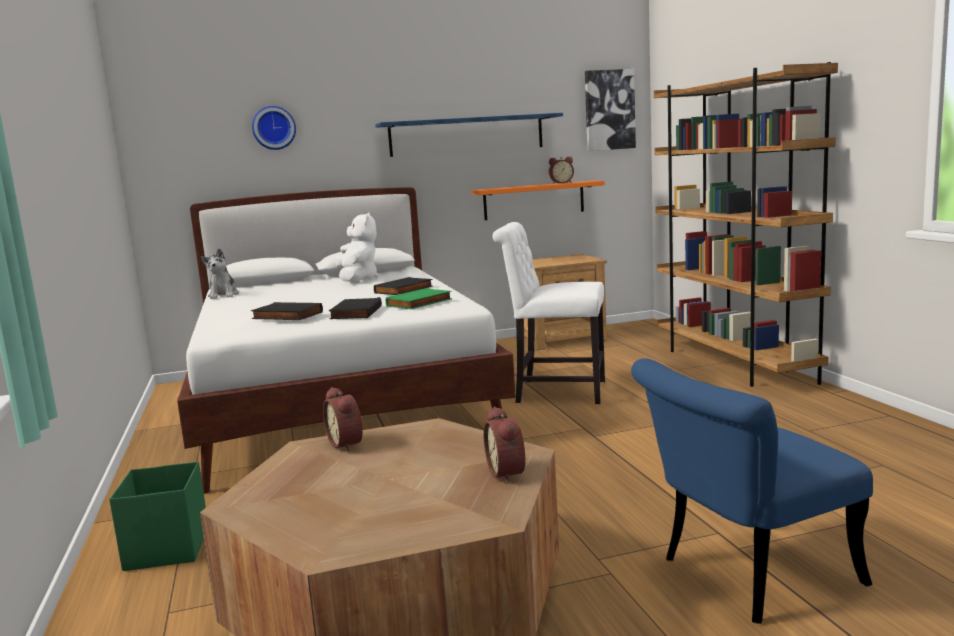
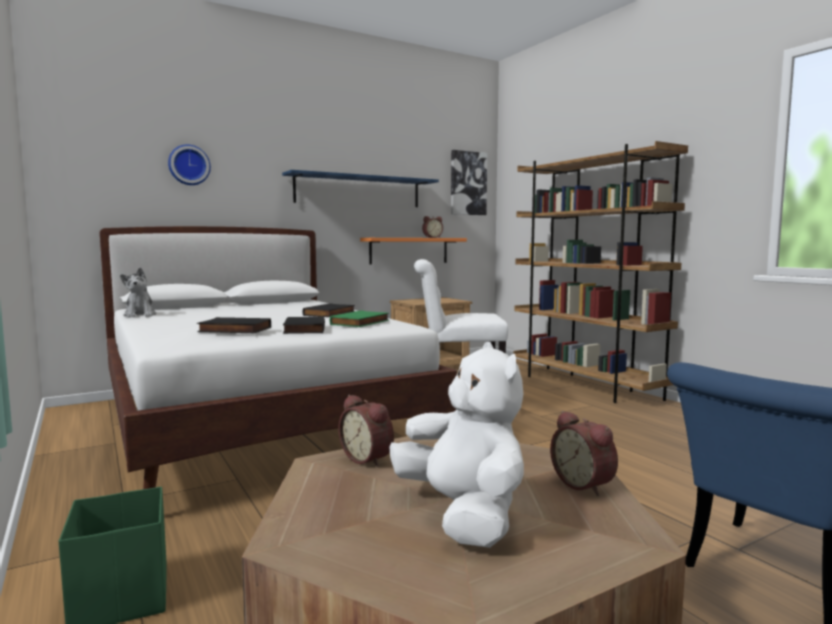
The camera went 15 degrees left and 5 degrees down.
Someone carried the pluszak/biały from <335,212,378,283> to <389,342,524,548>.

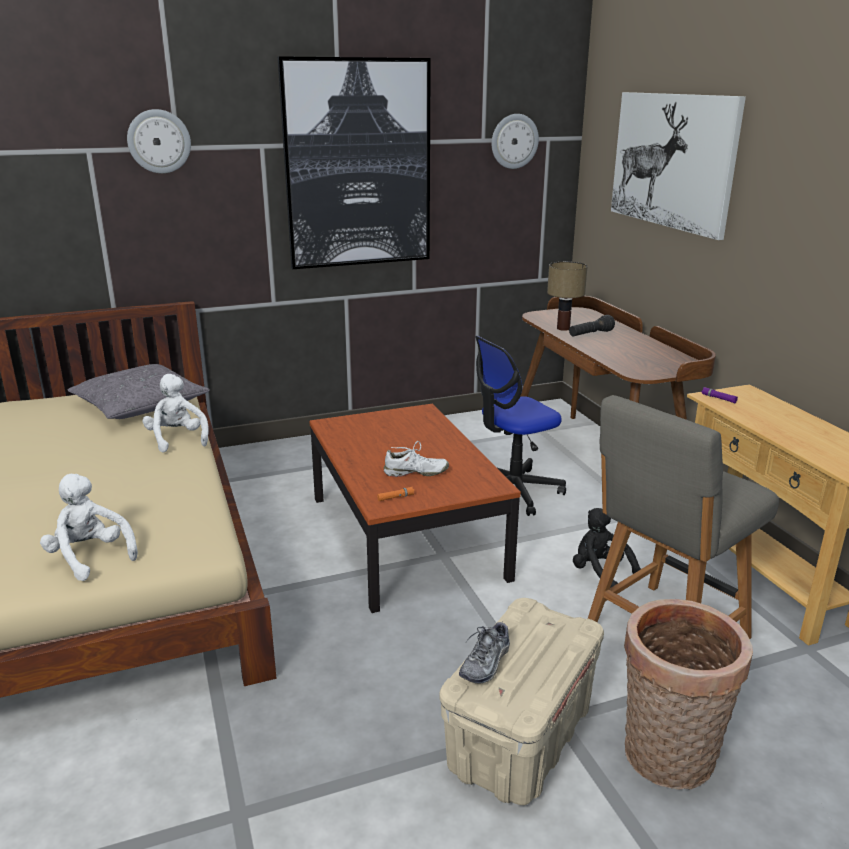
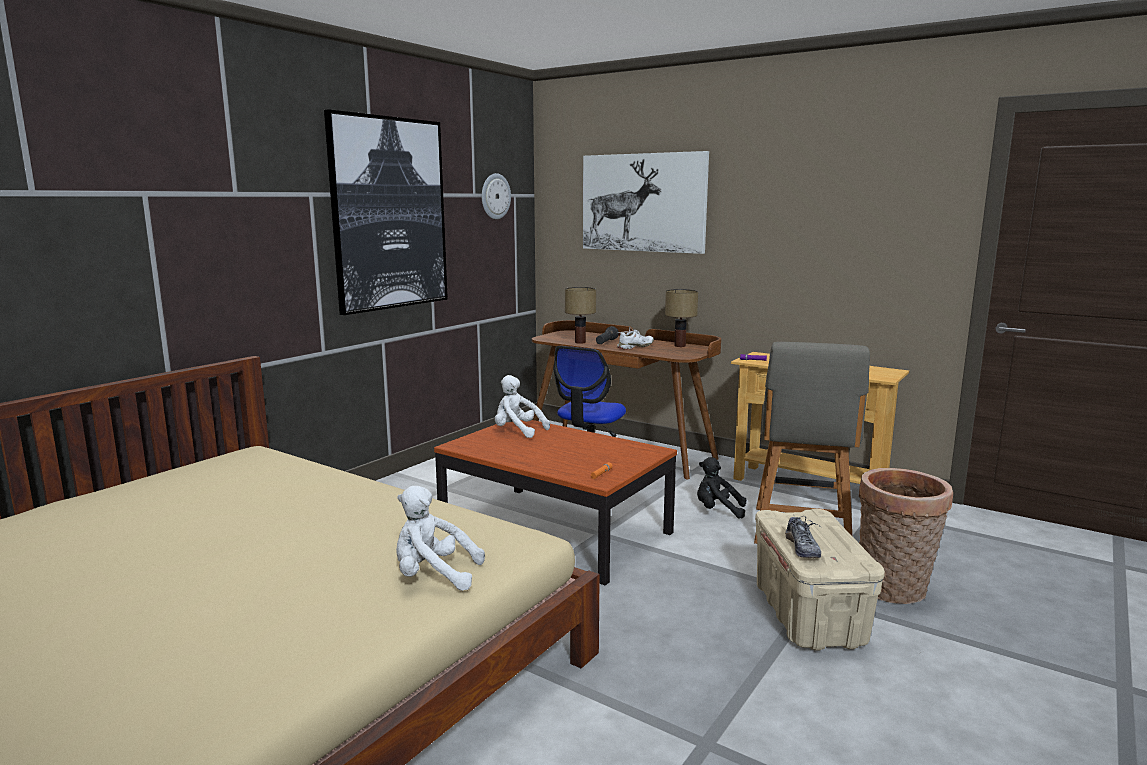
The camera went 35 degrees left and 10 degrees down.
Someone took away the poduszka/szary at <68,364,210,419>.
Someone took away the zegar ścienny at <127,109,191,173>.
Someone put down the lampa stołowa at <665,289,698,347>.
Someone carried the pluszak/biały from <143,374,209,453> to <495,375,550,438>.
Someone carried the but/biały from <383,441,449,477> to <617,327,654,350>.

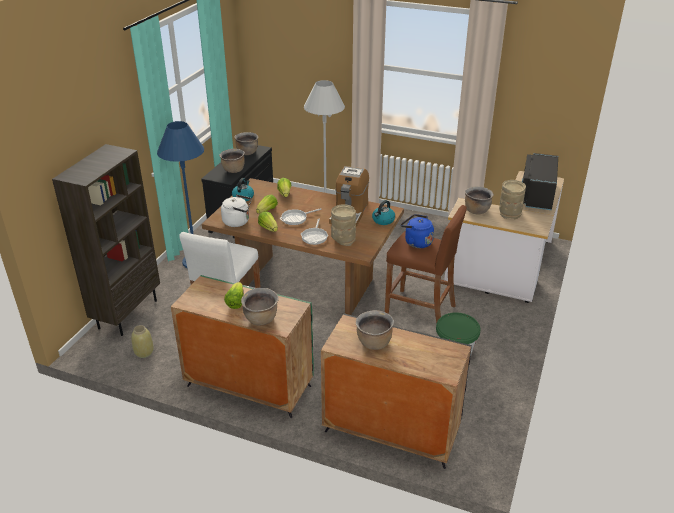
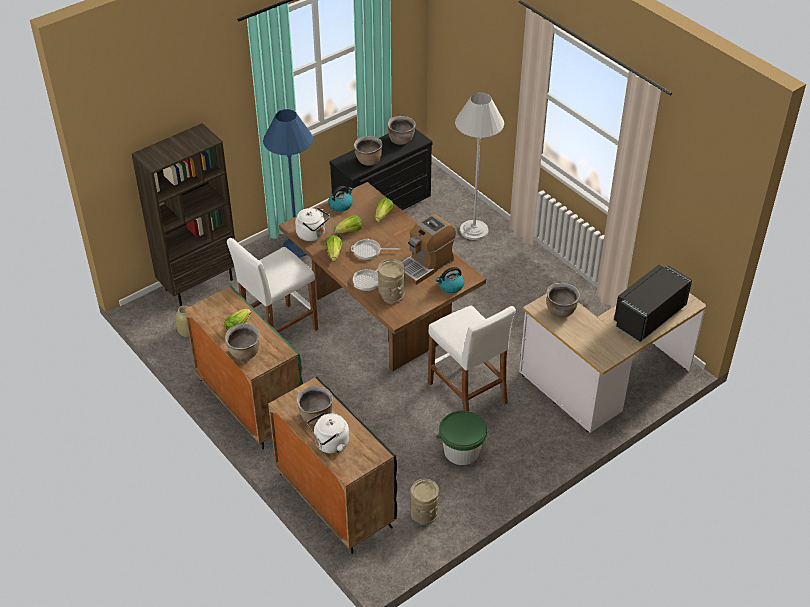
The camera went 30 degrees right and 10 degrees up.
Someone took away the czajnik/niebieski at <401,214,434,248>.
Someone put down the czajnik/biały at <307,412,349,454>.
Someone carried the wazon/beżowy from <499,180,526,219> to <411,479,439,525>.
Someone repainted the stołek/brązowy at <385,205,467,323>, which became the stołek/biały at <428,306,516,411>.

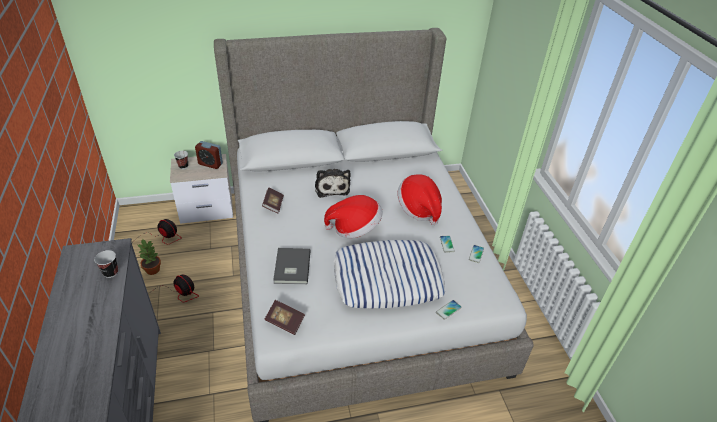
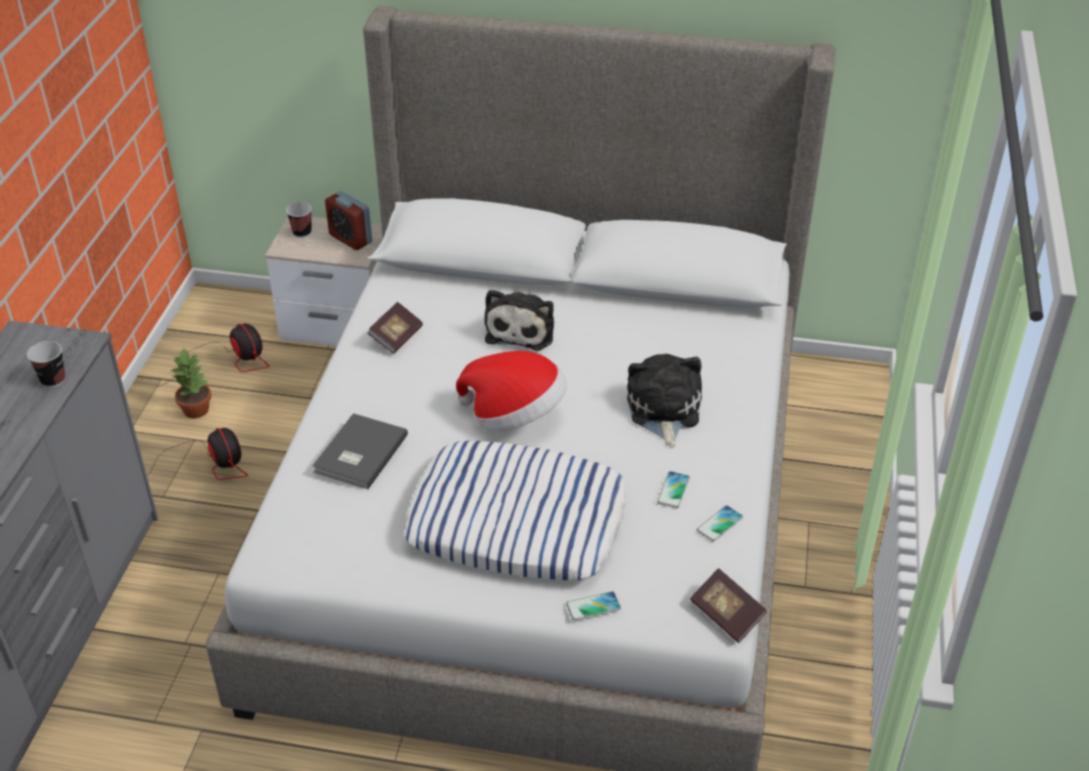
The camera went 25 degrees right and 0 degrees up.
Someone carried the książka from <264,300,305,335> to <690,568,767,643>.
Someone swapped the kapelusz at <397,174,442,225> for the pluszak at <627,354,702,448>.

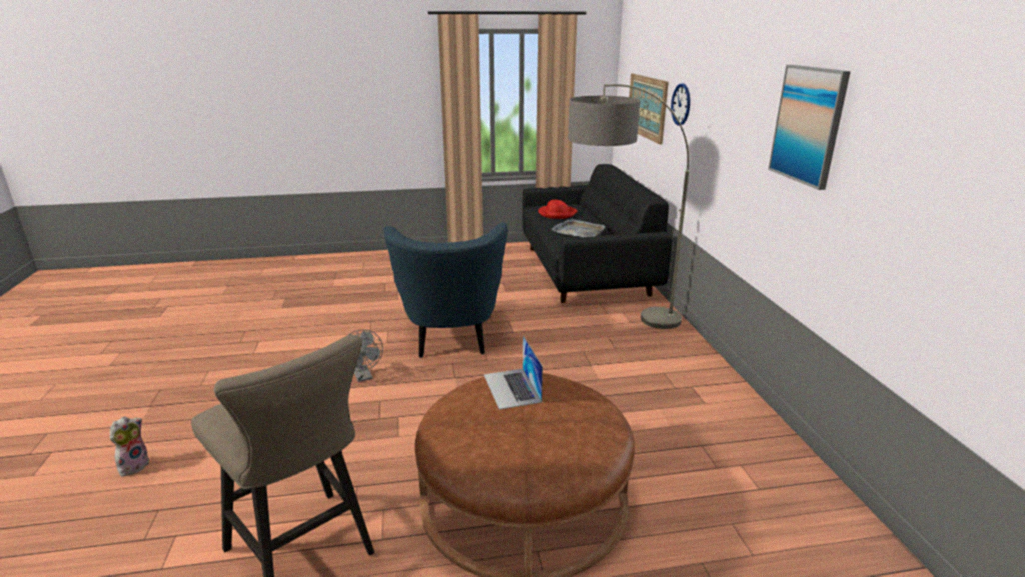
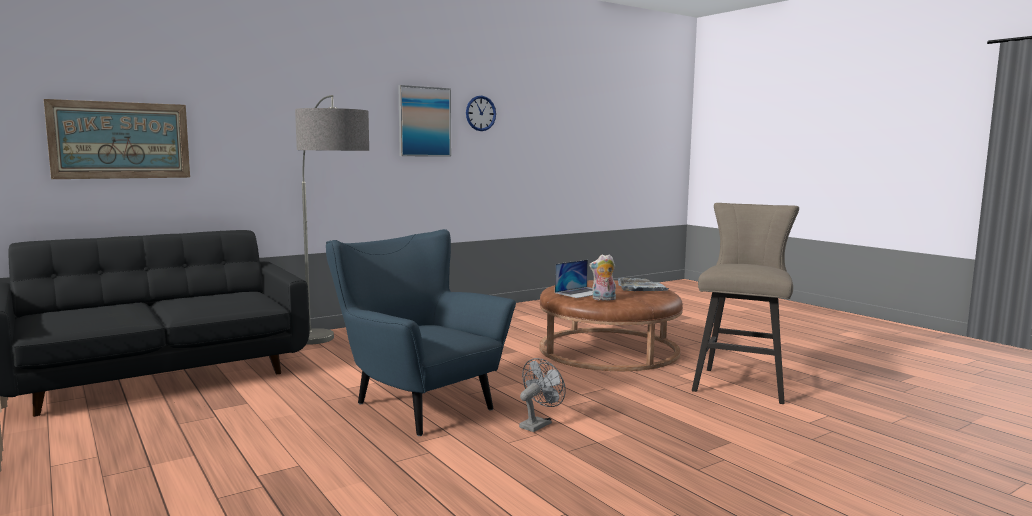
The camera went 115 degrees left and 15 degrees down.
Someone took away the kapelusz/czerwony at <538,200,578,219>.
Someone carried the pluszak from <110,416,149,477> to <589,254,616,301>.
Someone carried the taca/szary from <552,219,606,237> to <618,278,669,291>.
Someone carried the zegar ścienny from <671,84,690,126> to <466,96,496,131>.
Someone rotated the fotel/niebieski at <384,222,508,358> by 105 degrees counterclockwise.

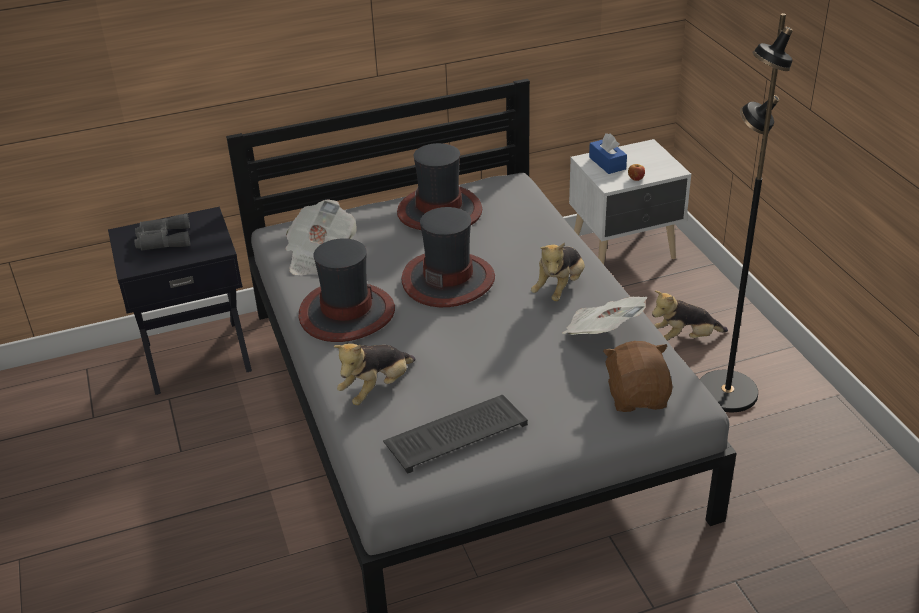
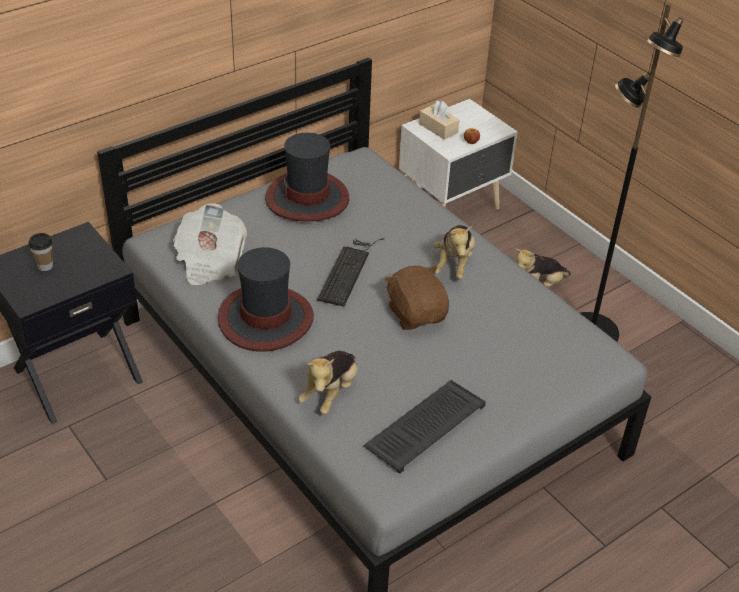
The camera went 20 degrees left and 5 degrees up.
Someone took away the gazeta at <562,297,648,335>.
Someone carried the pluszak/brązowy from <603,341,673,412> to <385,265,449,330>.
Someone swapped the lornetka/szary at <134,214,190,251> for the filiżanka at <28,233,53,271>.
Someone swapped the kapelusz at <401,207,495,307> for the klawiatura at <317,238,384,306>.
Someone repainted the pudełko chusteczek/niebieski at <589,133,627,174>, which became the pudełko chusteczek/beżowy at <419,101,459,140>.

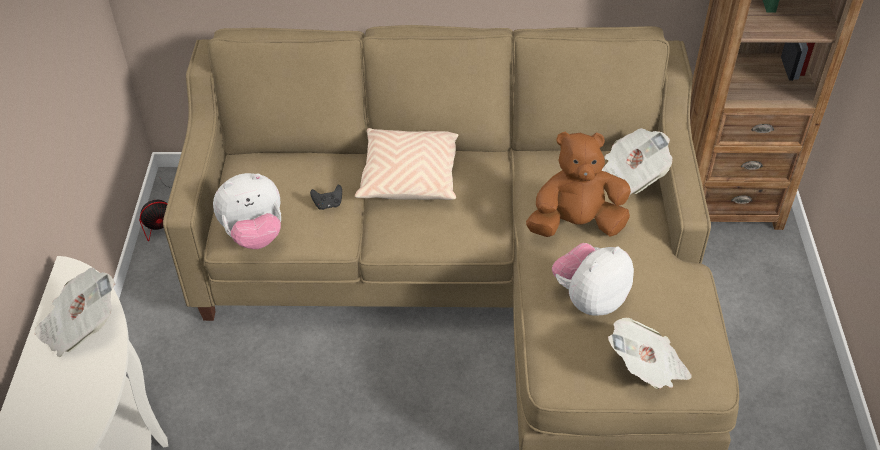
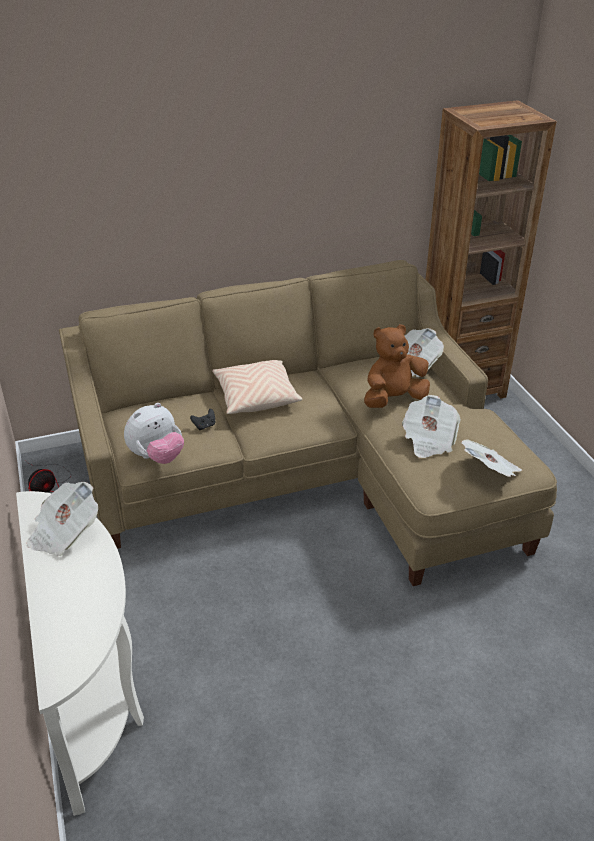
The camera went 20 degrees left and 10 degrees down.
Someone swapped the pluszak at <552,243,634,316> for the gazeta at <402,395,461,458>.

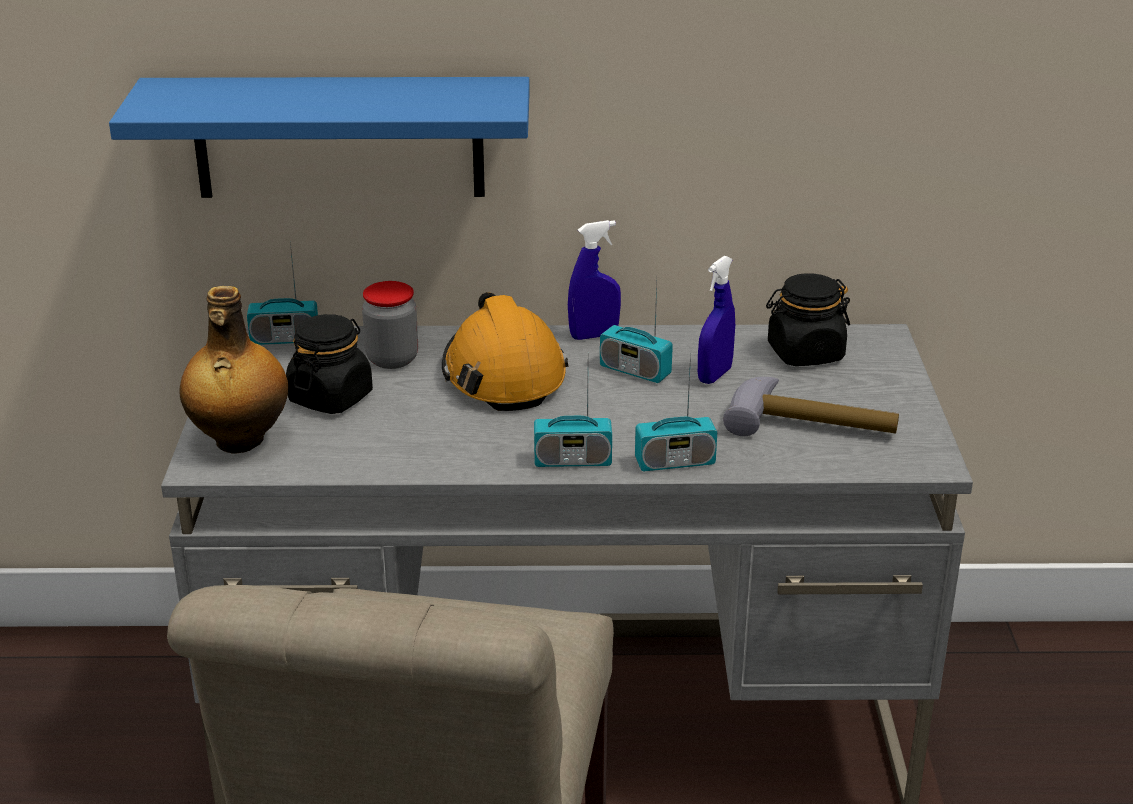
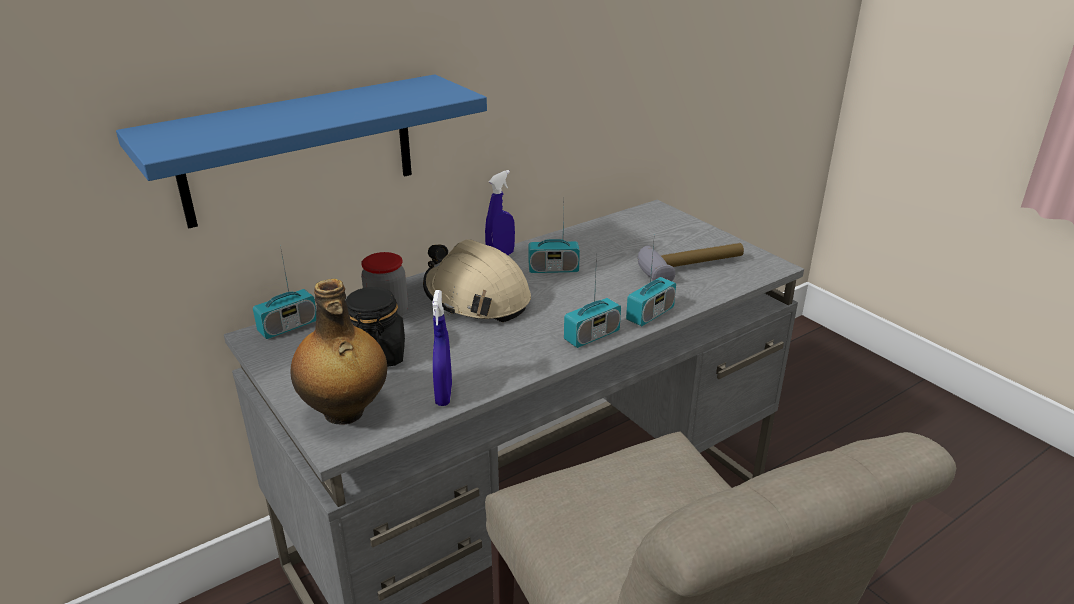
The camera went 35 degrees left and 0 degrees up.
Someone took away the słoik/czarny at <766,273,850,366>.
Someone carried the spryskiwacz/niebieski from <698,256,735,384> to <432,290,452,406>.
Someone repainted the kask/pomarańczowy at <442,292,569,411>, which became the kask/beżowy at <423,239,531,322>.

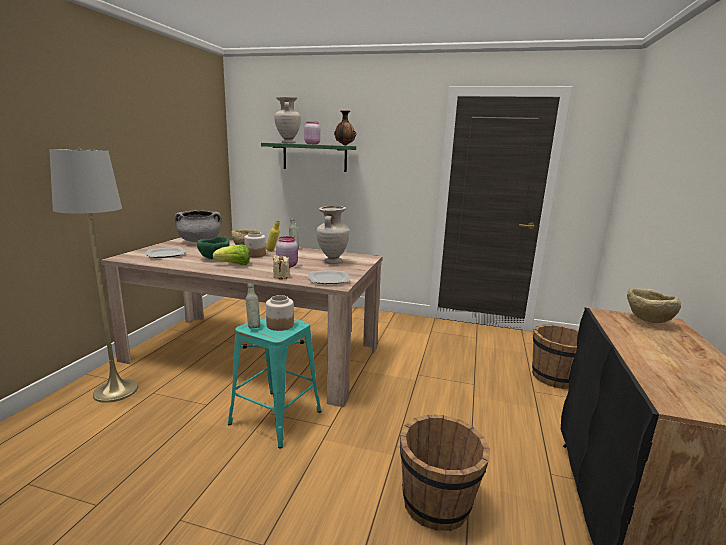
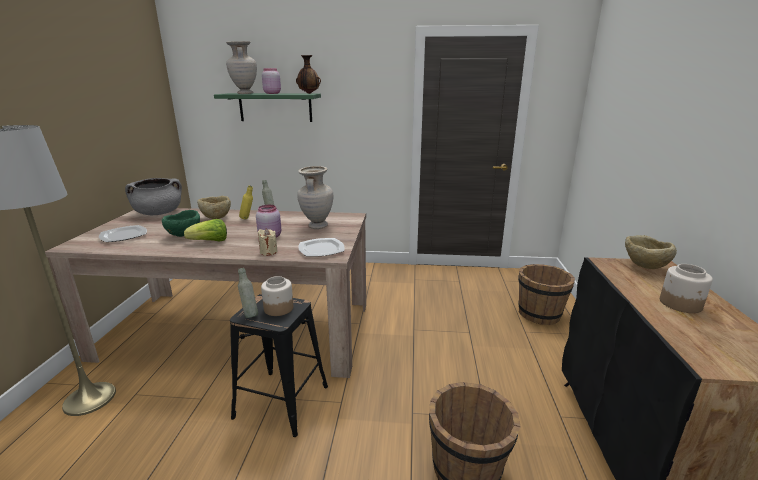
The camera went 10 degrees left and 5 degrees up.
Someone carried the słoik from <244,232,266,257> to <660,264,713,313>.
Someone repainted the stołek/turkusowy at <228,314,321,449>, which became the stołek/czarny at <230,294,328,437>.

